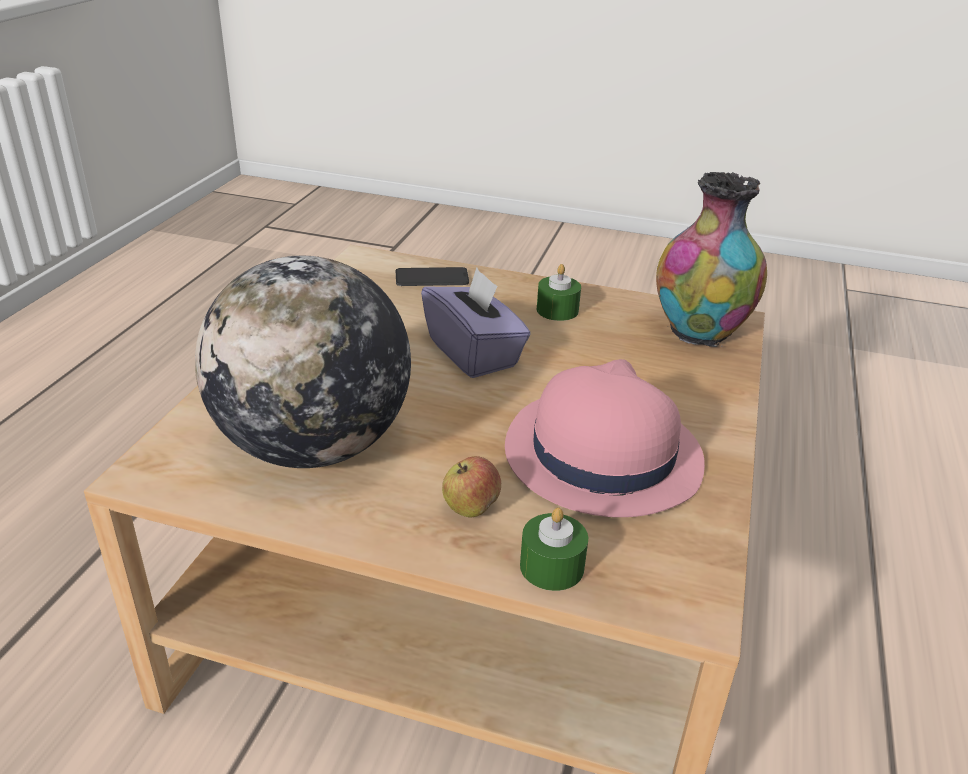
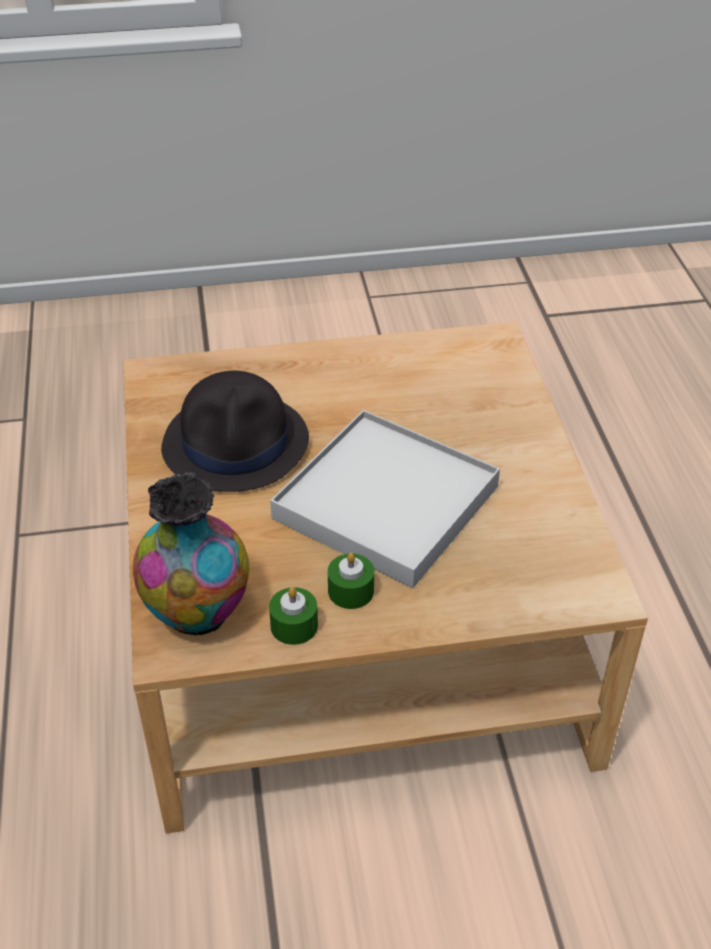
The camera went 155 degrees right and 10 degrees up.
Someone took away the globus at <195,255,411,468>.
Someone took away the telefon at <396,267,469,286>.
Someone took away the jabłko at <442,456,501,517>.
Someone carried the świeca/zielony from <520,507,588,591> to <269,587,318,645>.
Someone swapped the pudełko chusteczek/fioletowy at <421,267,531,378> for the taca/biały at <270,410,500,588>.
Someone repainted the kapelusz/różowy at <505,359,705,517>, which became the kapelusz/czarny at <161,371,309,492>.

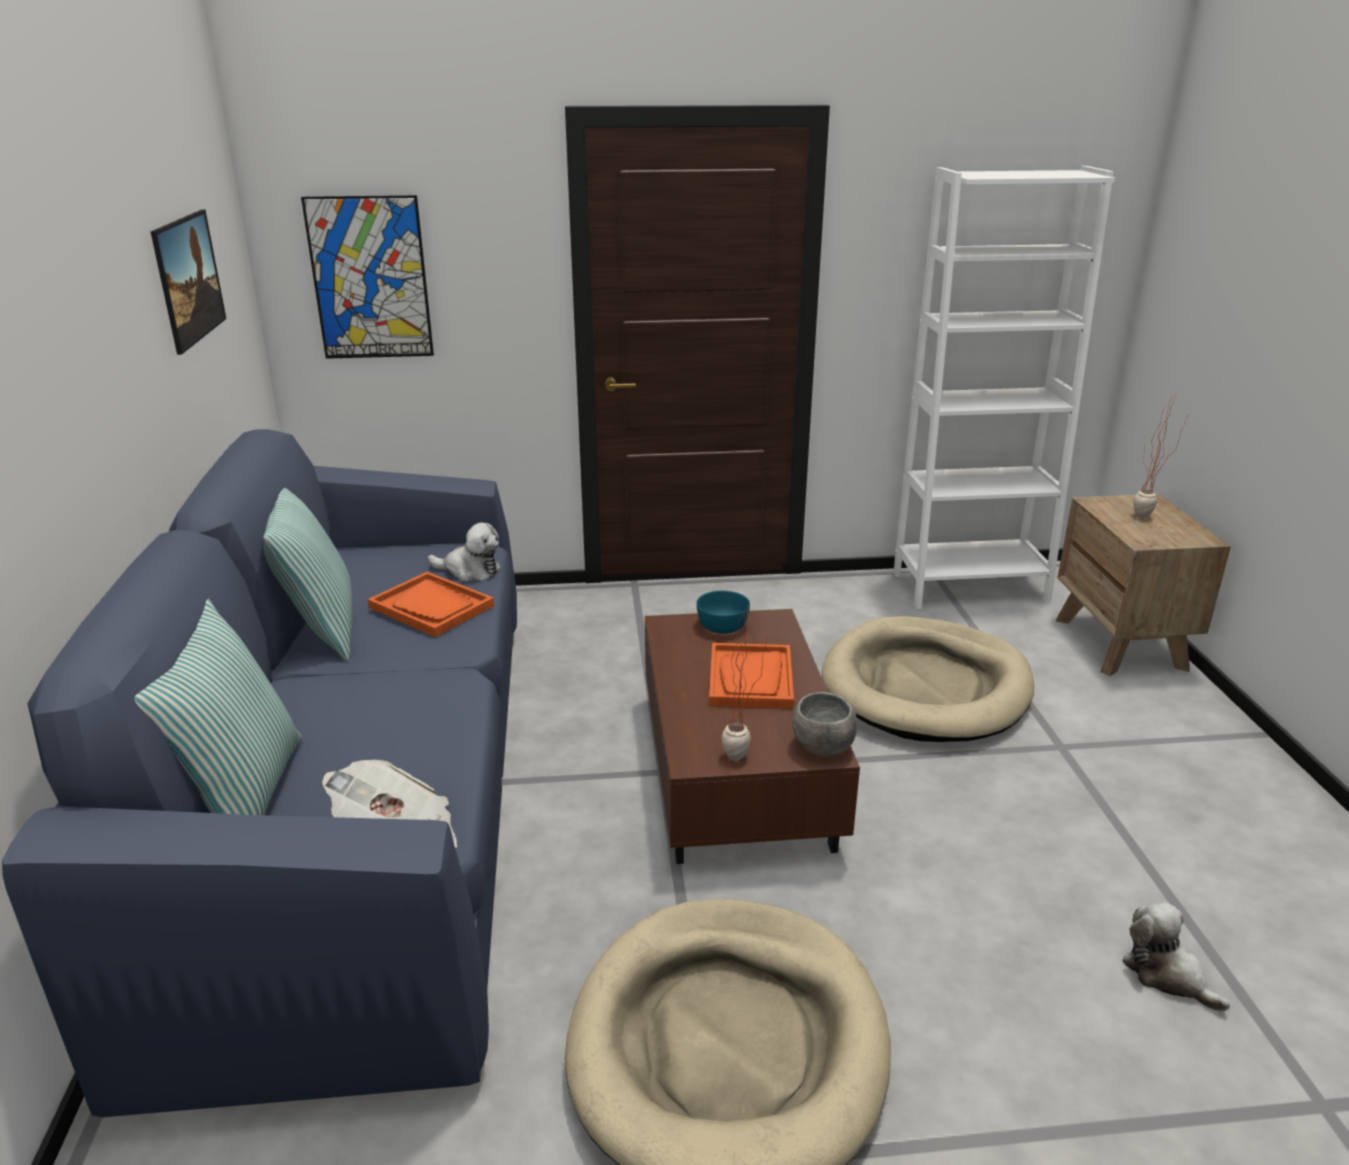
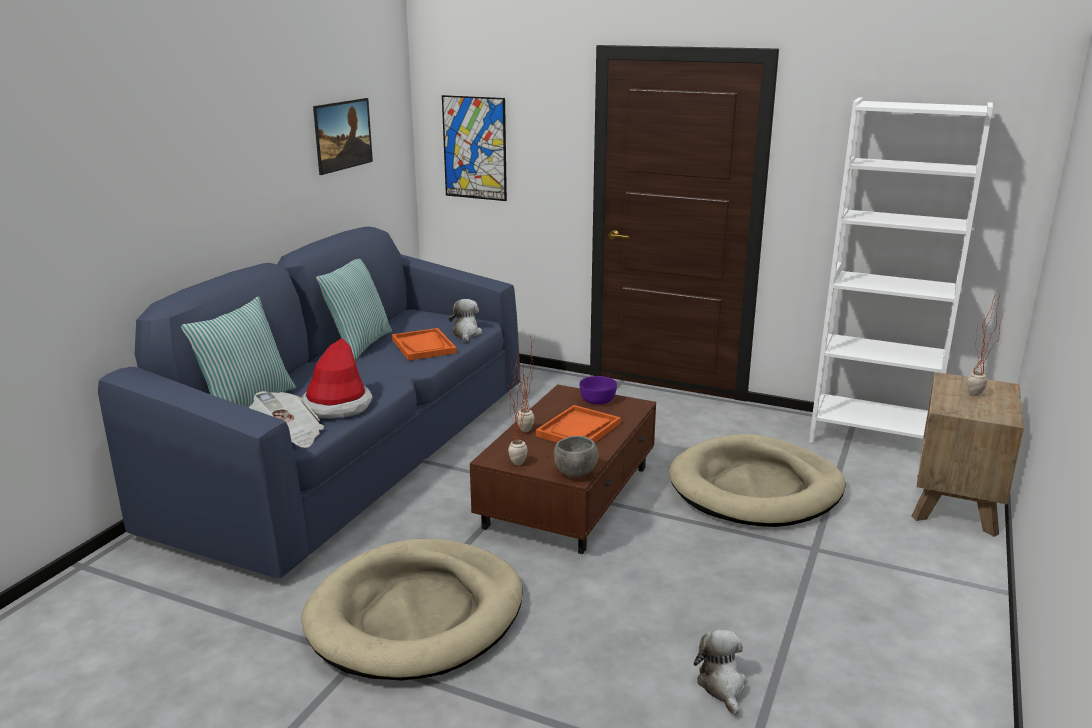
The camera went 30 degrees right and 5 degrees down.
Someone put down the kapelusz at <301,338,373,419>.
Someone put down the roślina doniczkowa at <510,330,534,432>.
Someone repainted the miska/turkusowy at <696,591,750,634>, which became the miska/fioletowy at <579,376,617,405>.
Someone rotated the pluszak at <428,522,501,582> by 135 degrees counterclockwise.

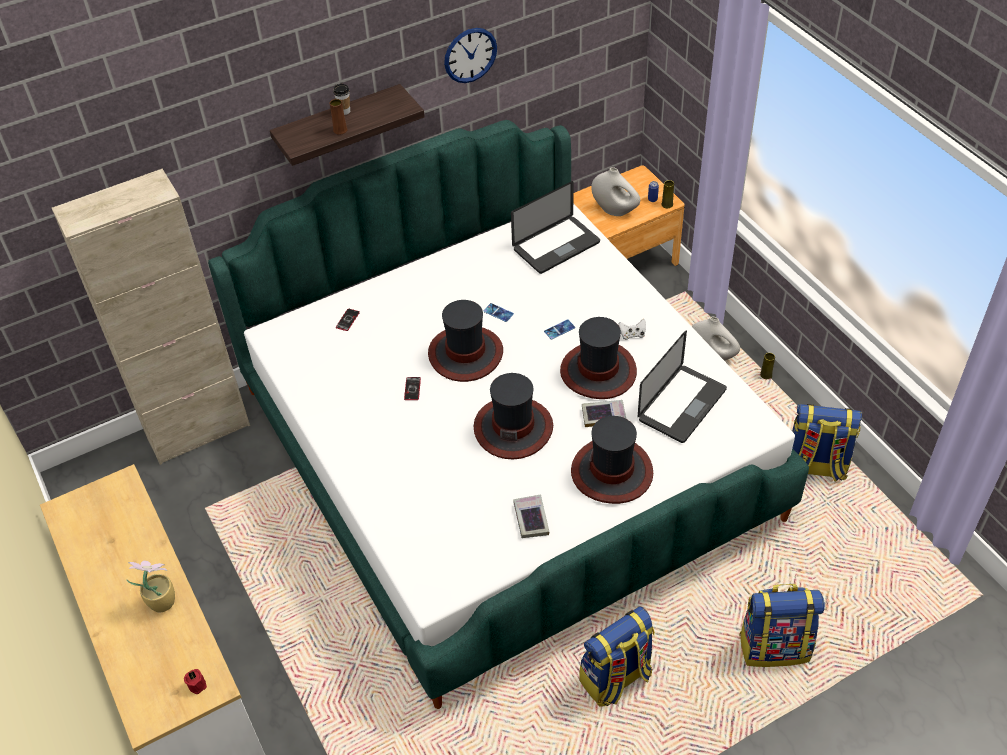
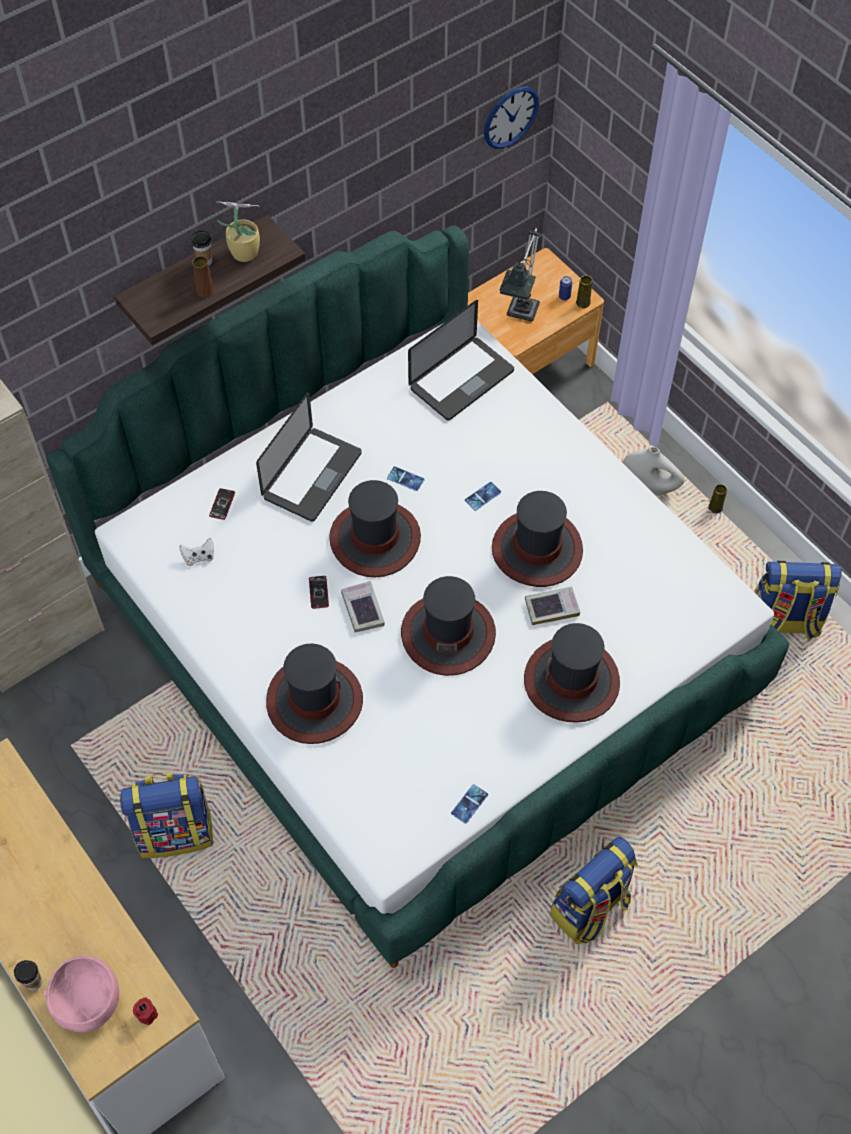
The camera went 10 degrees left and 10 degrees up.
Someone put down the filiżanka at <14,960,42,990>.
Someone put down the miska/różowy at <44,956,119,1032>.
Someone put down the kapelusz at <266,644,363,744>.
Someone put down the telefon at <451,784,488,824>.
Someone carried the roślina doniczkowa from <127,561,175,612> to <216,201,260,262>.
Someone carried the zegar ścienny from <444,28,497,83> to <484,86,540,149>.
Someone carried the książka from <513,495,549,538> to <341,581,385,632>.
Someone carried the pad do gier/biały from <619,319,646,340> to <180,538,214,566>.
Someone carried the laptop from <638,330,727,443> to <256,392,362,522>.
Someone carried the plecak from <739,584,825,667> to <120,772,213,858>.
Someone swapped the wazon/biały at <591,167,640,216> for the lampa stołowa at <500,226,540,322>.

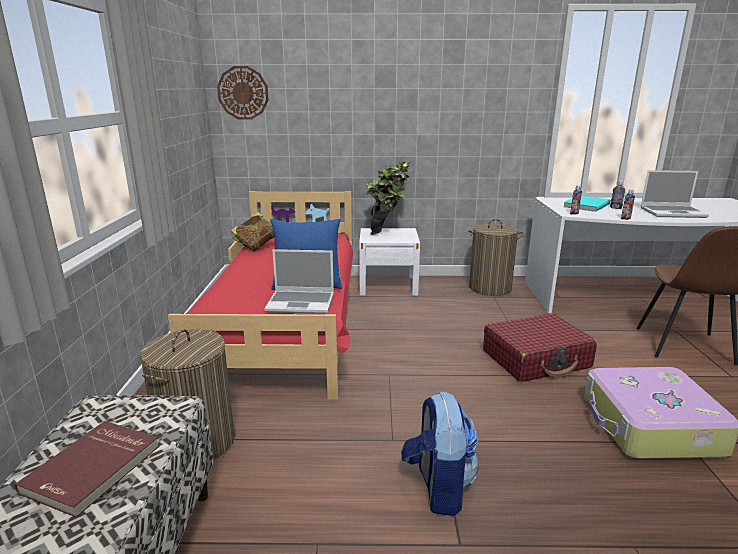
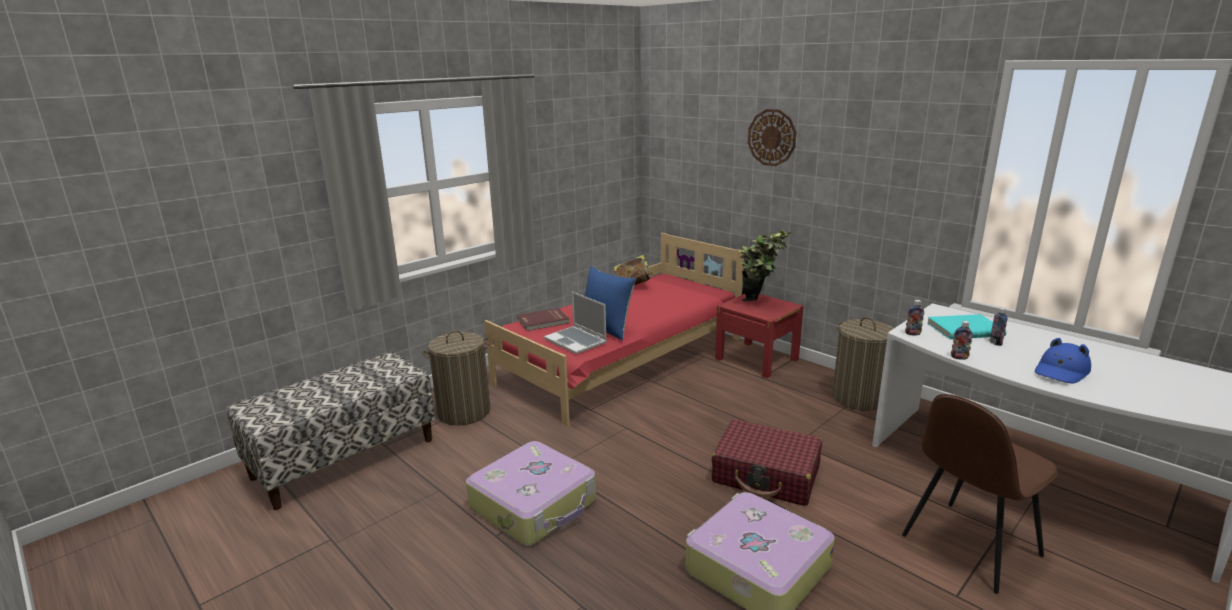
The camera went 45 degrees right and 0 degrees up.
Someone carried the książka/czerwony from <14,421,159,517> to <517,308,569,331>.
Someone carried the zegar ścienny from <217,66,269,120> to <748,109,796,166>.
Someone swapped the plecak at <401,391,479,516> for the walizka at <466,441,596,546>.
Someone swapped the laptop at <640,170,709,218> for the kapelusz/niebieski at <1035,338,1091,383>.
Someone repainted the szafka nocna/biały at <359,228,420,296>, which became the szafka nocna/czerwony at <715,294,803,378>.

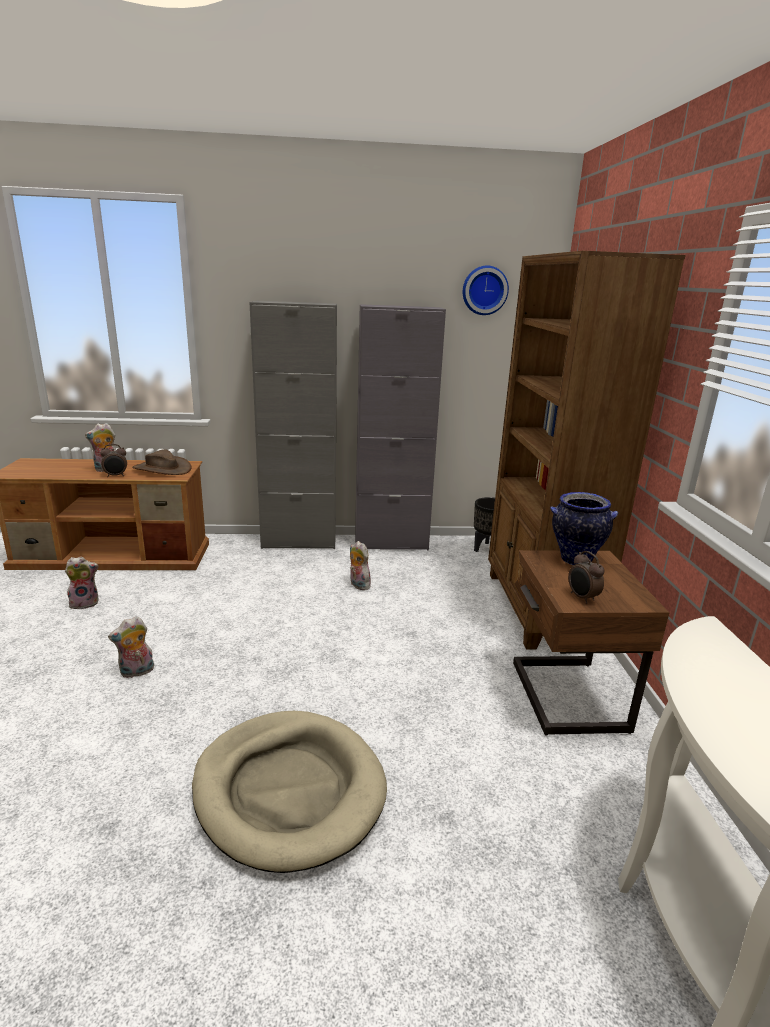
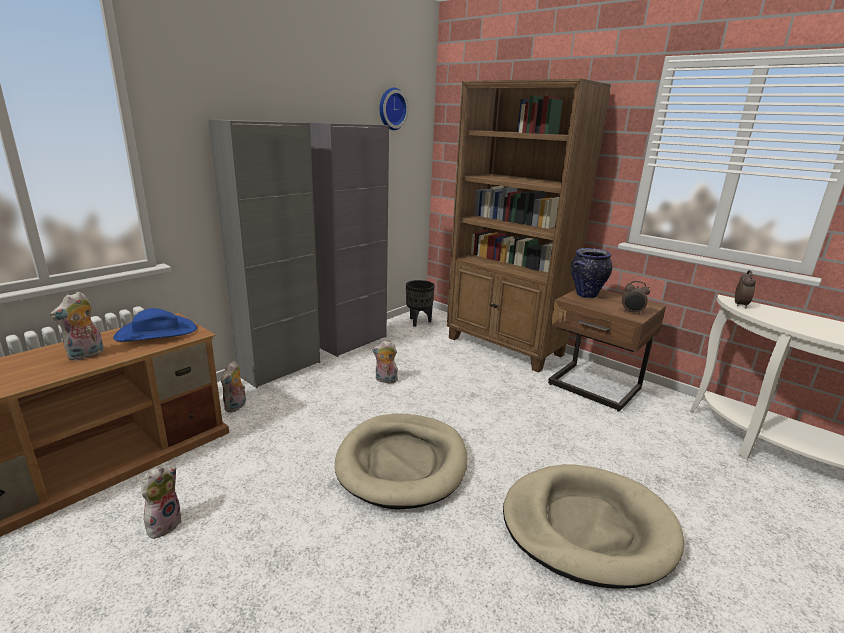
The camera went 45 degrees left and 0 degrees up.
Someone put down the legowisko/beżowy at <335,414,468,510>.
Someone carried the budzik from <100,444,127,477> to <735,270,756,308>.
Someone carried the pluszak from <108,616,154,678> to <221,361,246,412>.
Someone repainted the kapelusz/brązowy at <132,449,192,475>, which became the kapelusz/niebieski at <113,308,197,342>.

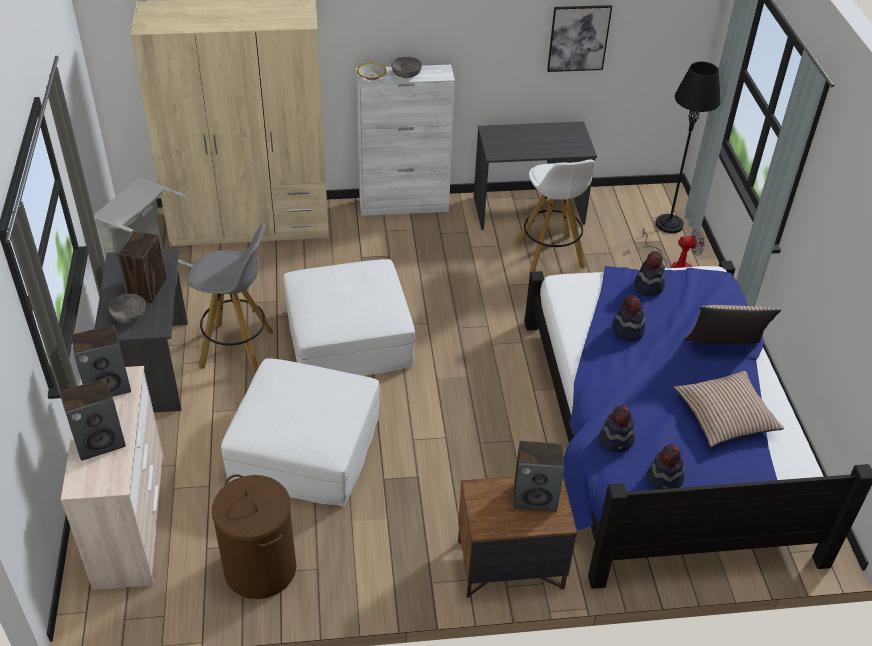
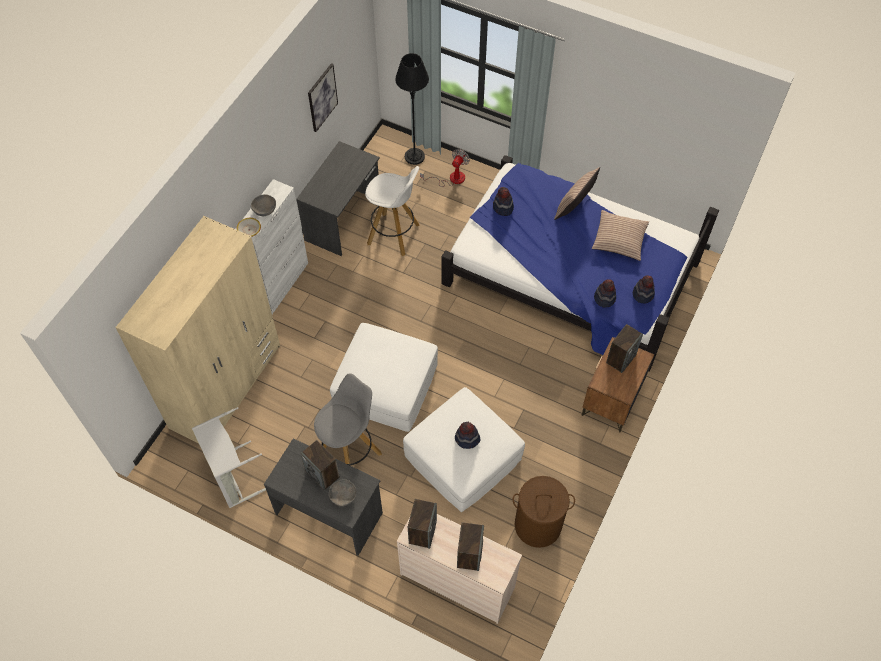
The camera went 55 degrees left and 15 degrees up.
Someone carried the kapelusz from <613,295,645,341> to <455,422,481,449>.

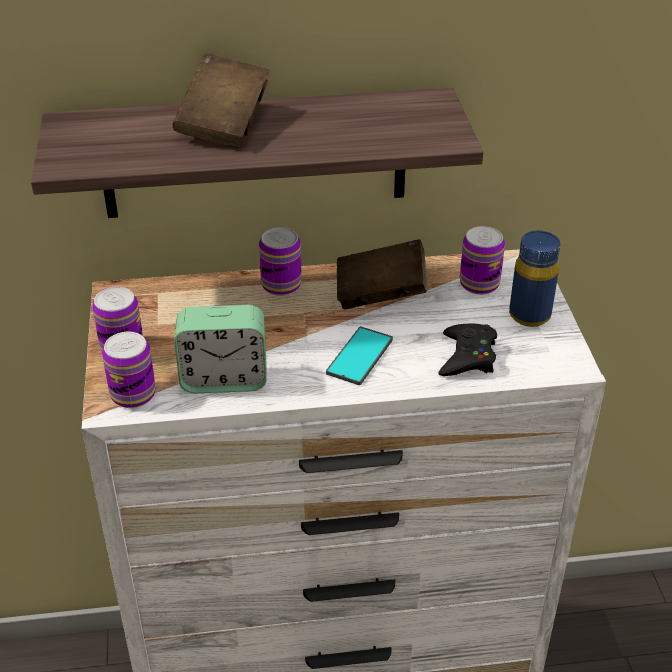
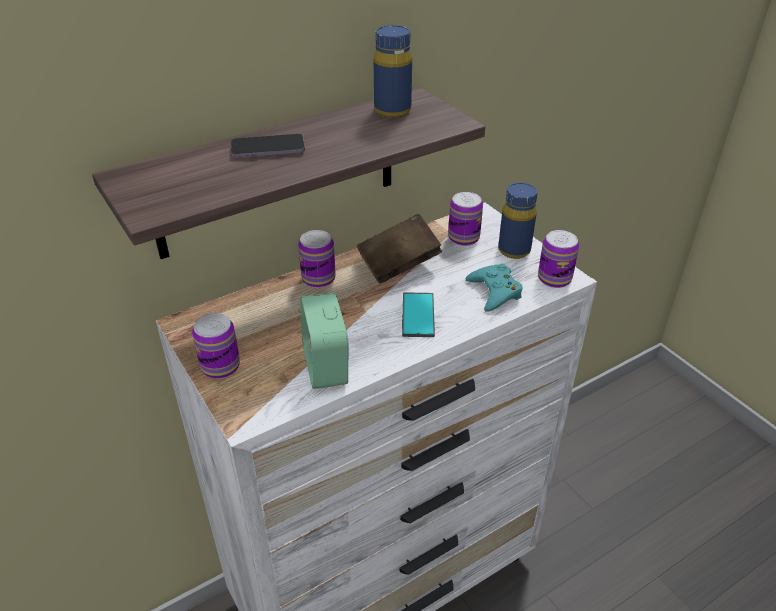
The camera went 25 degrees left and 0 degrees up.
Someone put down the butelka/niebieski at <374,25,412,118>.
Someone carried the puszka from <102,332,156,408> to <538,230,579,288>.
Someone swapped the książka/brązowy at <172,53,270,148> for the telefon at <231,134,305,158>.
Someone repainted the pad do gier/czarny at <438,323,497,376>, which became the pad do gier/turkusowy at <466,264,522,312>.
Someone rotated the budzik at <174,305,267,393> by 105 degrees clockwise.

